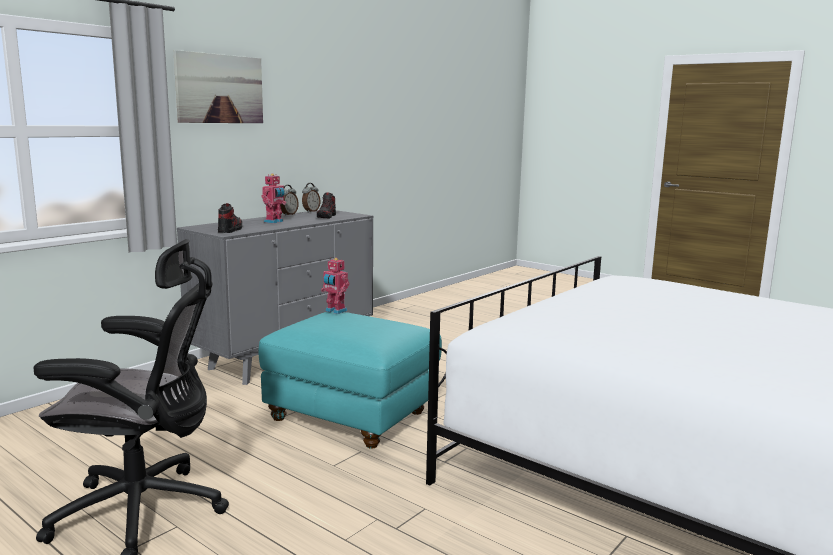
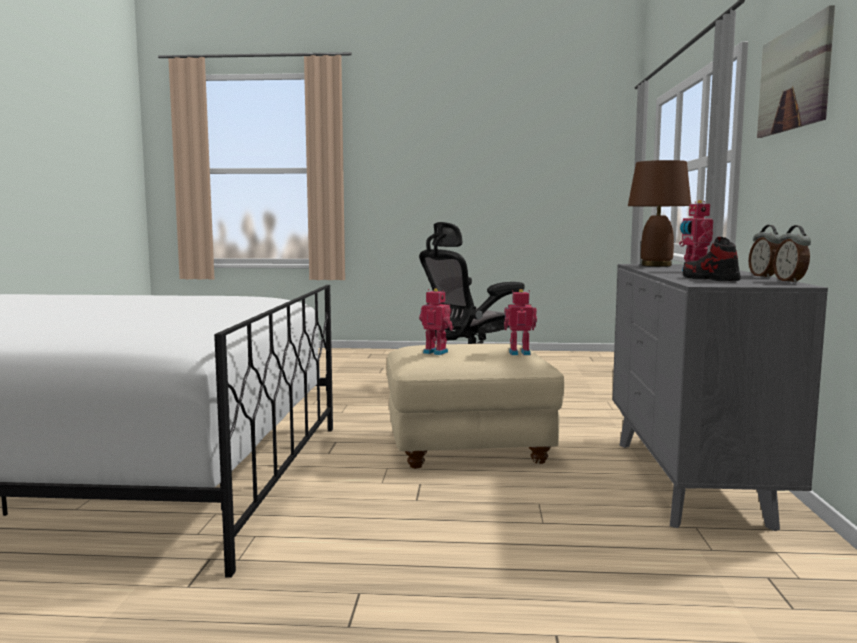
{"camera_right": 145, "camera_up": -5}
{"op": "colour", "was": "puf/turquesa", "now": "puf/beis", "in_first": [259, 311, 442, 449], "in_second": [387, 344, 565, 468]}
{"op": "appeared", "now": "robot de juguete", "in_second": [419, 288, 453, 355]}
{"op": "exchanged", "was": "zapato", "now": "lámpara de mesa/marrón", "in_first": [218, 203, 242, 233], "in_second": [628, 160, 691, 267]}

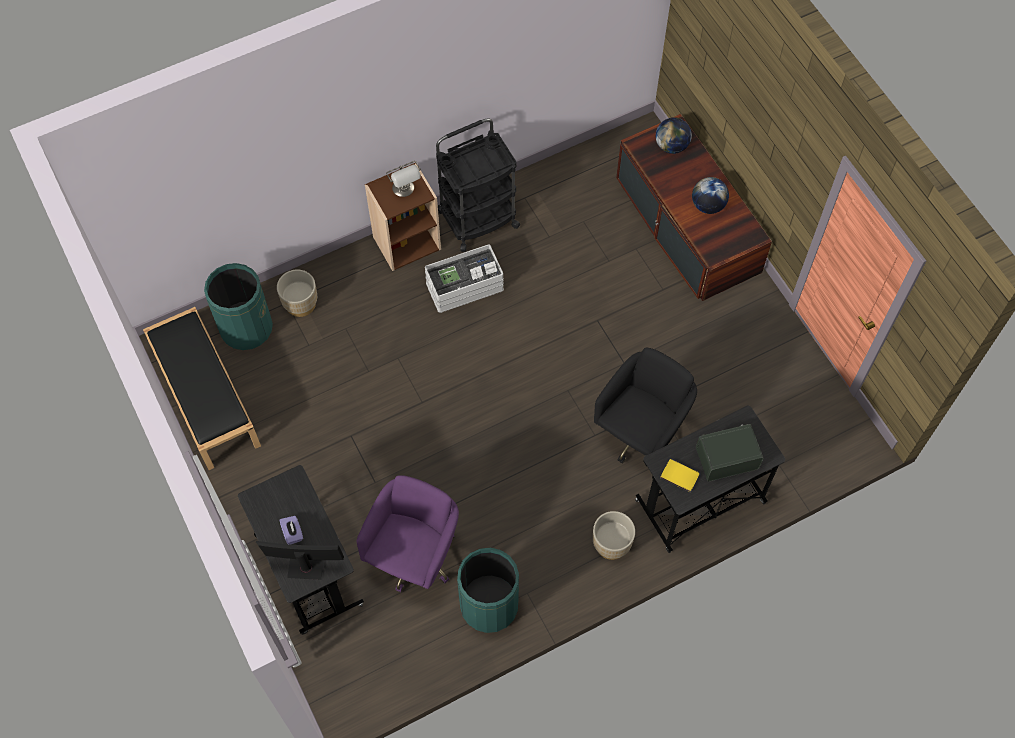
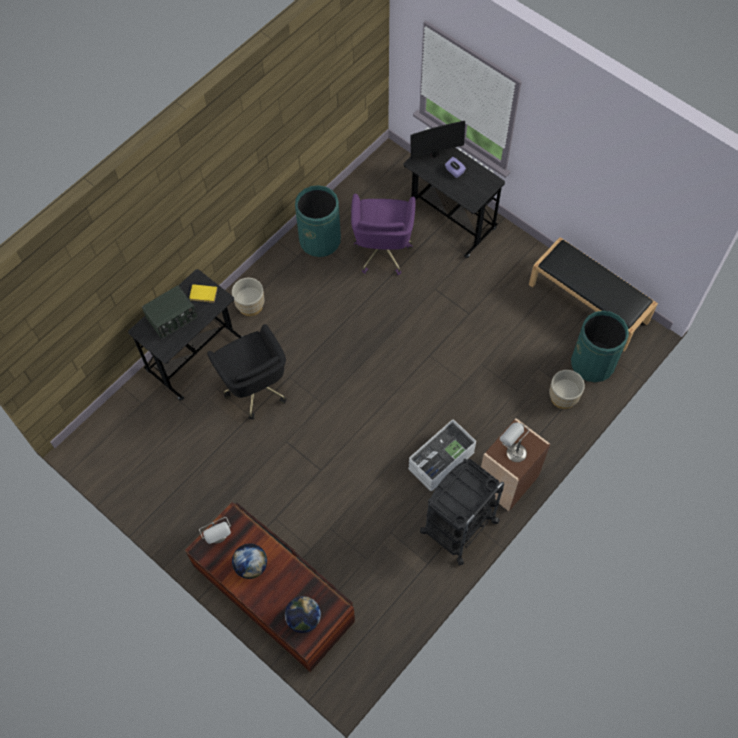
{"camera_right": 160, "camera_up": 0}
{"op": "appeared", "now": "lámpara de mesa/blanco", "in_second": [199, 517, 231, 544]}
{"op": "spun", "was": "silla de oficina/negro", "in_first": [594, 348, 697, 463], "in_second": [207, 324, 287, 419], "clockwise": -45}

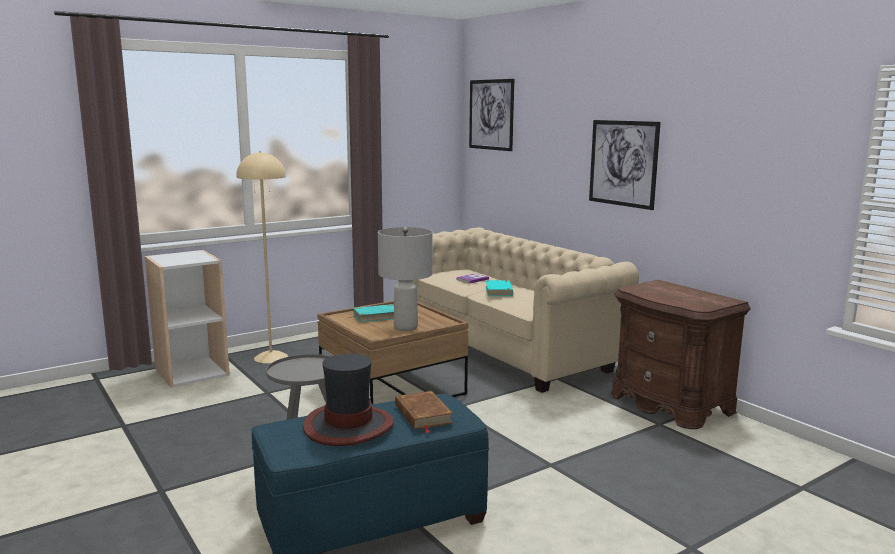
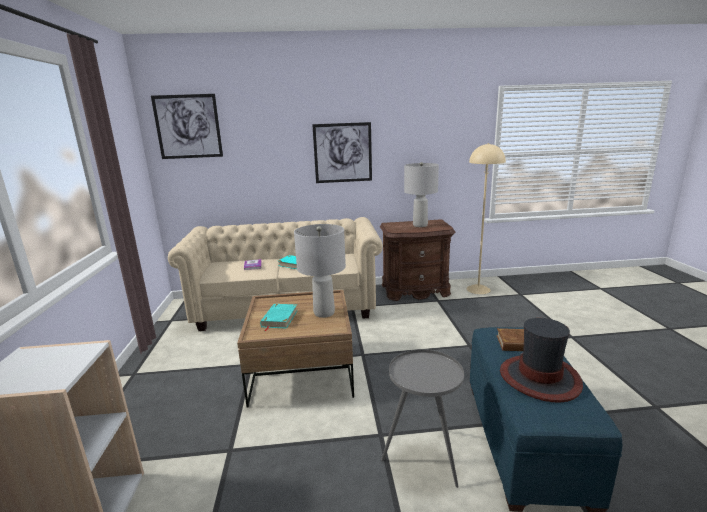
{"camera_right": -60, "camera_up": 5}
{"op": "appeared", "now": "lámpara de mesa/gris", "in_second": [404, 162, 439, 227]}
{"op": "relocated", "was": "lámpara de pie/beis", "in_first": [236, 151, 288, 363], "in_second": [466, 143, 506, 294]}

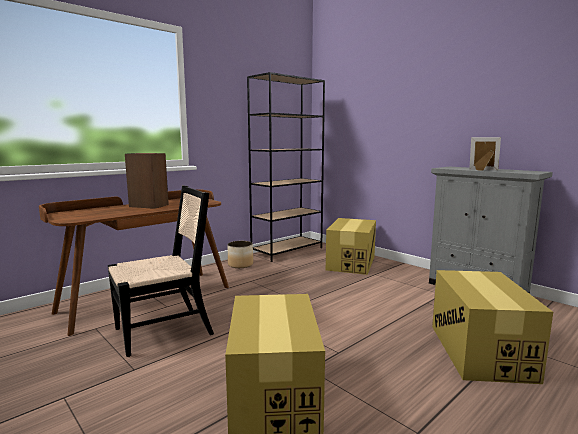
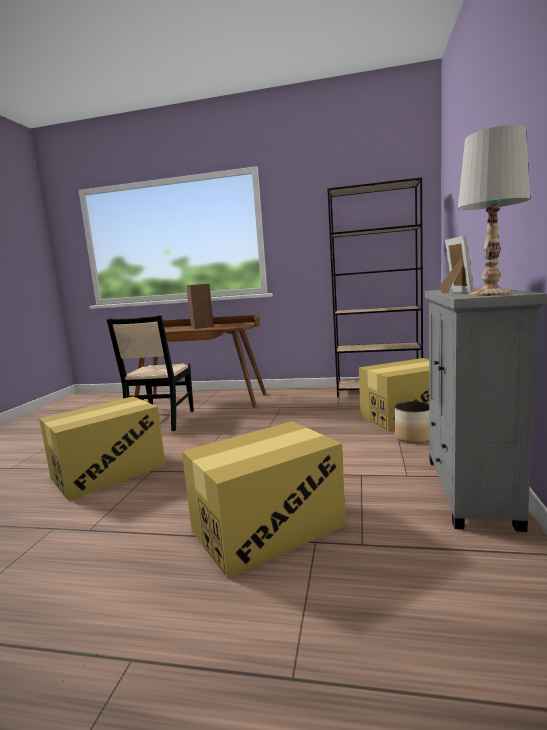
{"camera_right": 55, "camera_up": 0}
{"op": "spun", "was": "silla", "in_first": [108, 185, 214, 357], "in_second": [107, 315, 194, 431], "clockwise": 75}
{"op": "relocated", "was": "maceta", "in_first": [227, 241, 253, 268], "in_second": [394, 401, 429, 443]}
{"op": "appeared", "now": "lámpara de mesa/blanco", "in_second": [458, 124, 530, 296]}

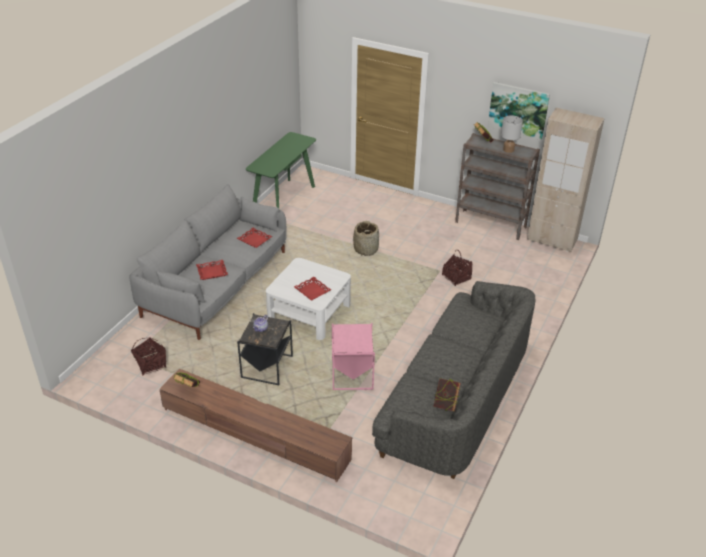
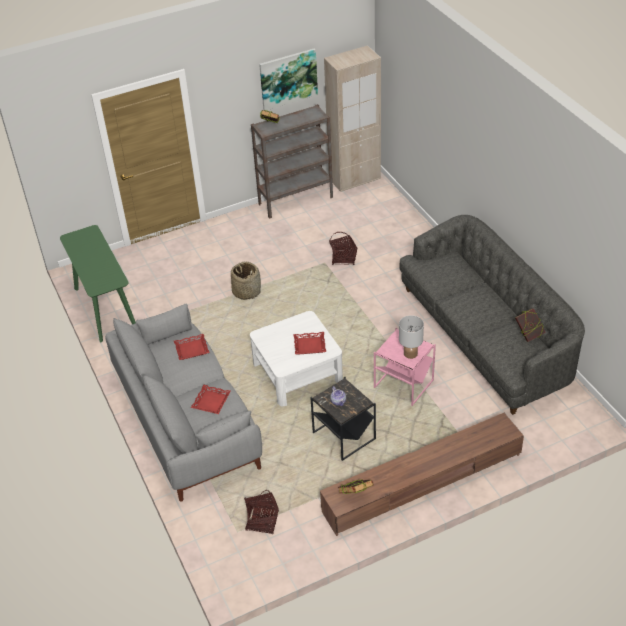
{"camera_right": -50, "camera_up": 5}
{"op": "relocated", "was": "lámpara de mesa/gris", "in_first": [501, 115, 523, 153], "in_second": [399, 315, 424, 359]}

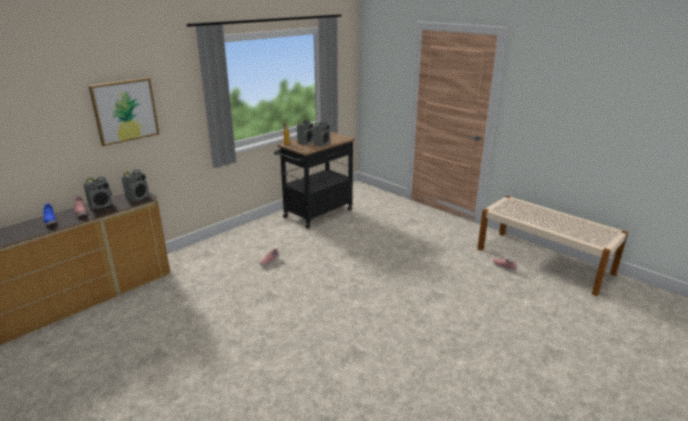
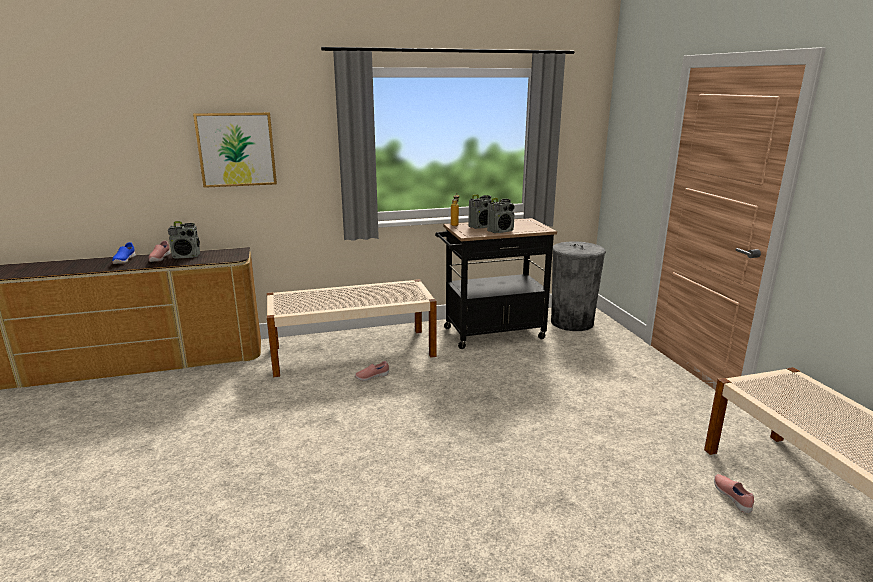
{"camera_right": 30, "camera_up": -5}
{"op": "appeared", "now": "banco/beis", "in_second": [267, 279, 437, 377]}
{"op": "appeared", "now": "papelera/gris", "in_second": [551, 241, 606, 331]}
{"op": "missing", "was": "radio", "in_first": [121, 170, 149, 202]}

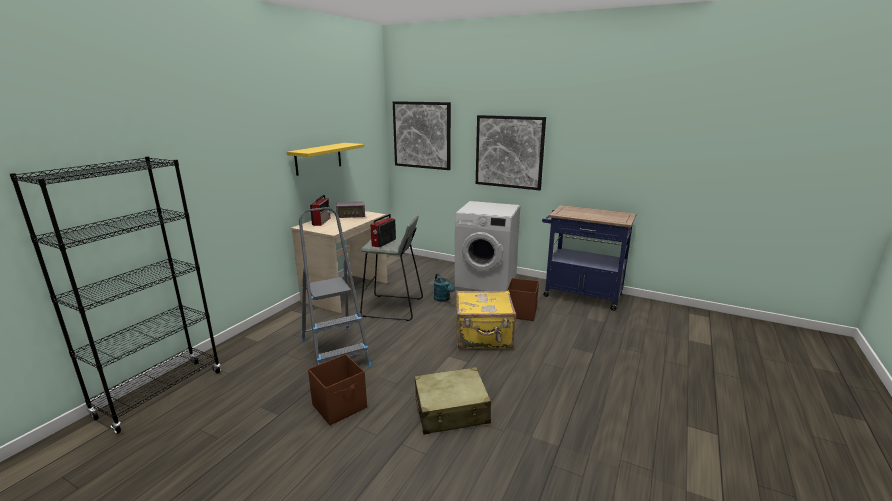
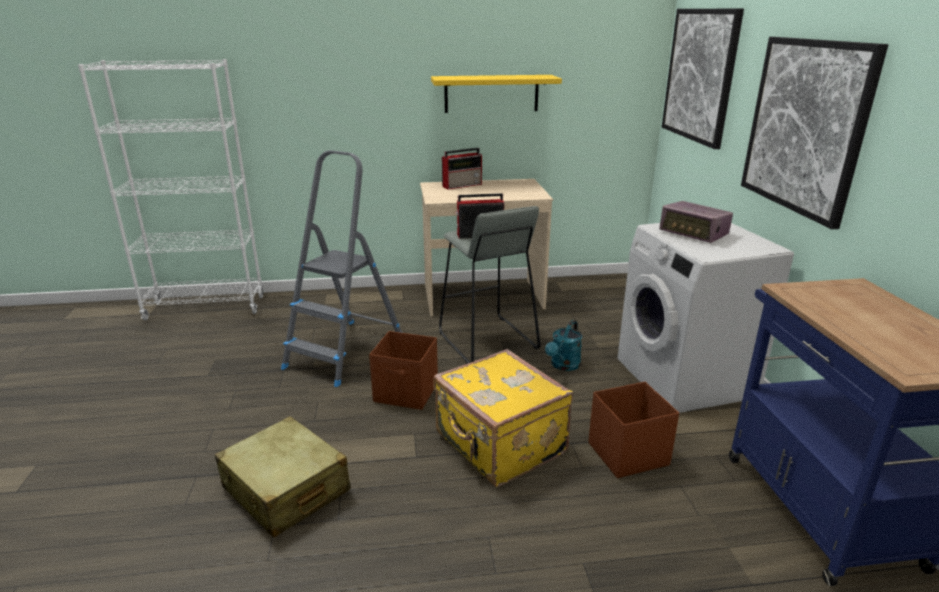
{"camera_right": 55, "camera_up": 5}
{"op": "colour", "was": "estantería/negro", "now": "estantería/blanco", "in_first": [10, 156, 221, 433], "in_second": [78, 59, 264, 320]}
{"op": "relocated", "was": "caja de almacenaje/marrón", "in_first": [308, 354, 367, 425], "in_second": [369, 331, 438, 410]}
{"op": "relocated", "was": "radio", "in_first": [336, 202, 365, 218], "in_second": [659, 201, 733, 243]}

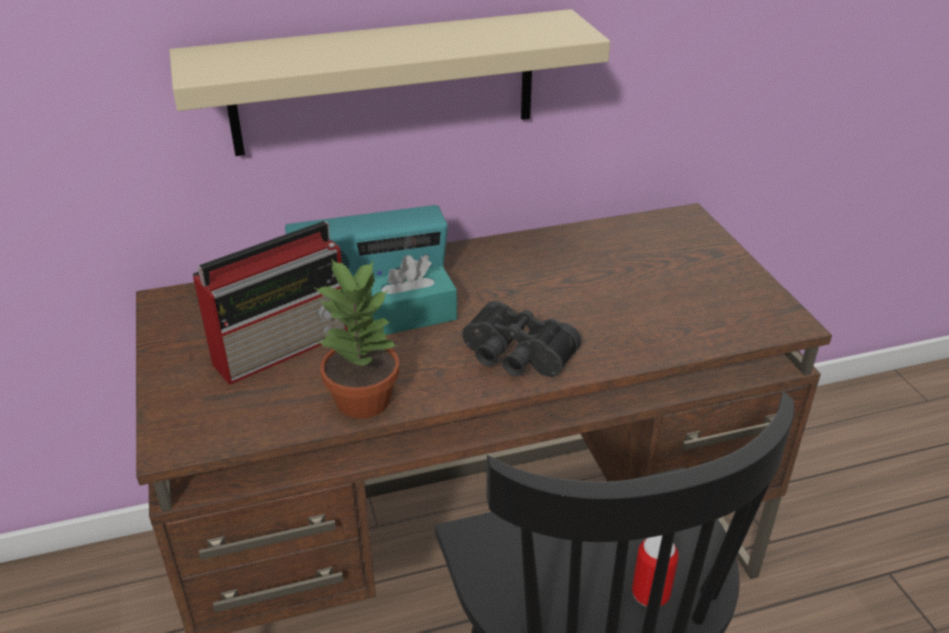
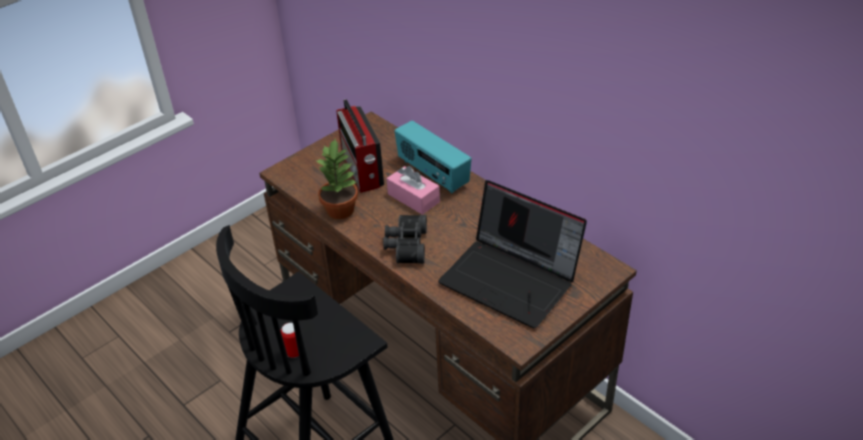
{"camera_right": 65, "camera_up": 5}
{"op": "spun", "was": "radio", "in_first": [193, 221, 348, 385], "in_second": [336, 99, 384, 193], "clockwise": 45}
{"op": "colour", "was": "caja de pañuelos/turquesa", "now": "caja de pañuelos/rosa", "in_first": [369, 255, 457, 335], "in_second": [387, 166, 440, 215]}
{"op": "appeared", "now": "portátil", "in_second": [438, 180, 587, 328]}
{"op": "missing", "was": "estante/beis", "in_first": [169, 9, 610, 156]}

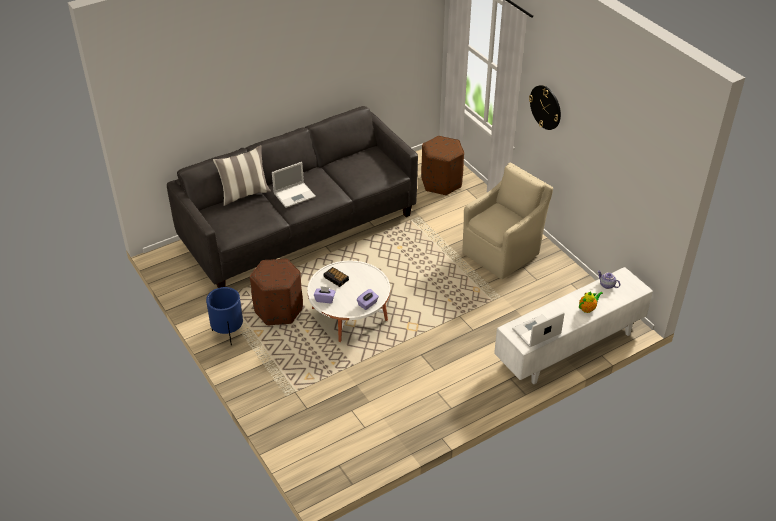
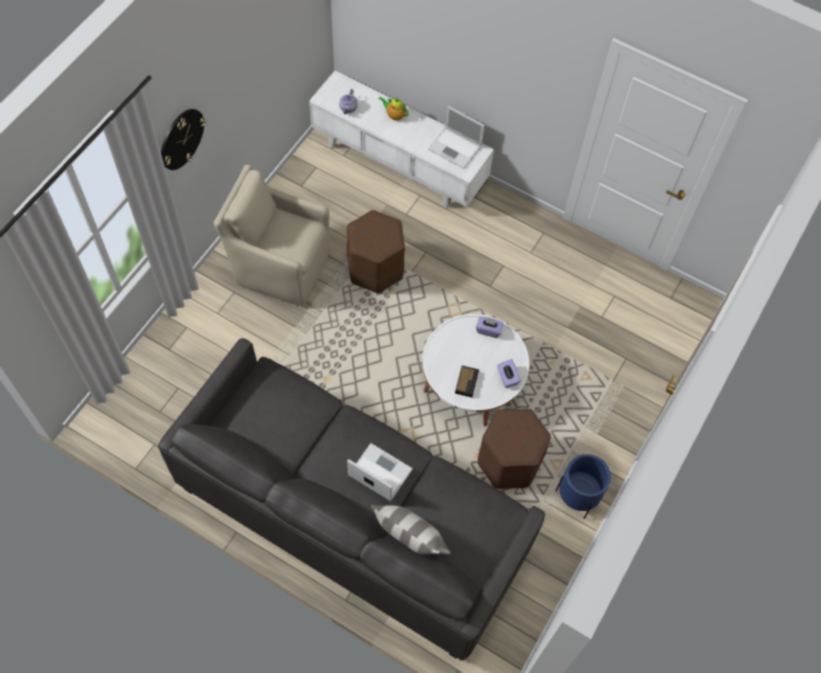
{"camera_right": -120, "camera_up": 20}
{"op": "relocated", "was": "puf/marrón", "in_first": [421, 136, 464, 195], "in_second": [347, 210, 405, 293]}

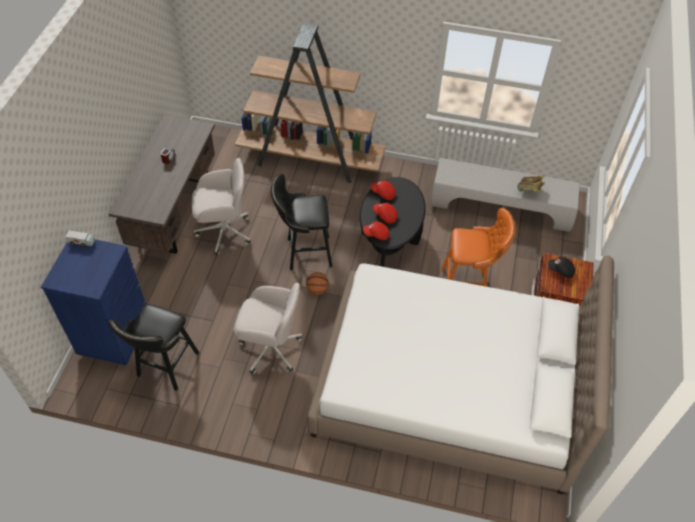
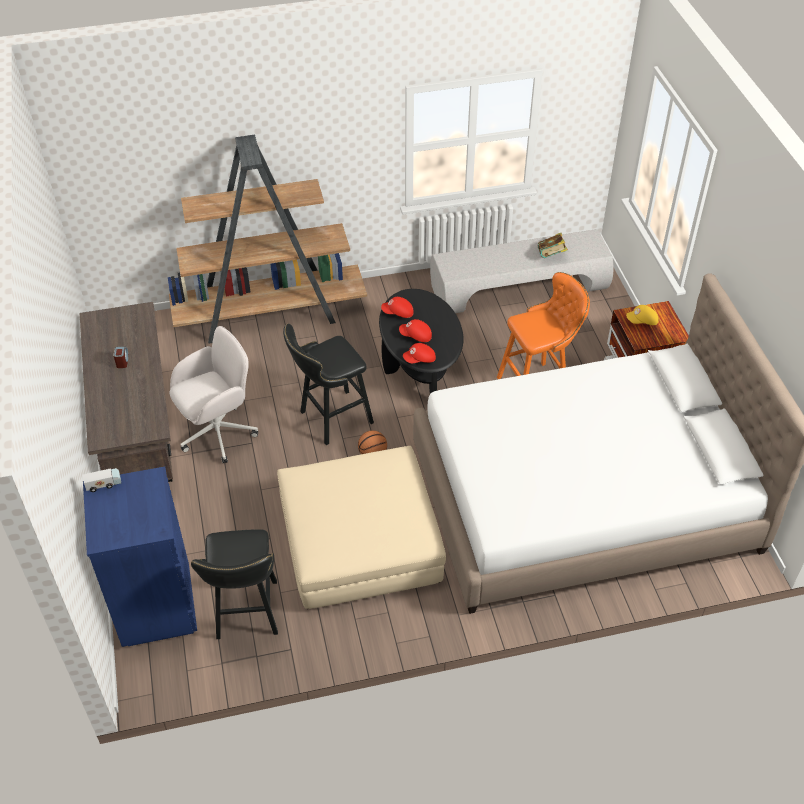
{"camera_right": -25, "camera_up": -5}
{"op": "exchanged", "was": "silla de oficina/blanco", "now": "puf/beis", "in_first": [234, 282, 302, 374], "in_second": [277, 446, 446, 609]}
{"op": "colour", "was": "gorra/negro", "now": "gorra/amarillo", "in_first": [548, 257, 575, 278], "in_second": [626, 305, 659, 325]}

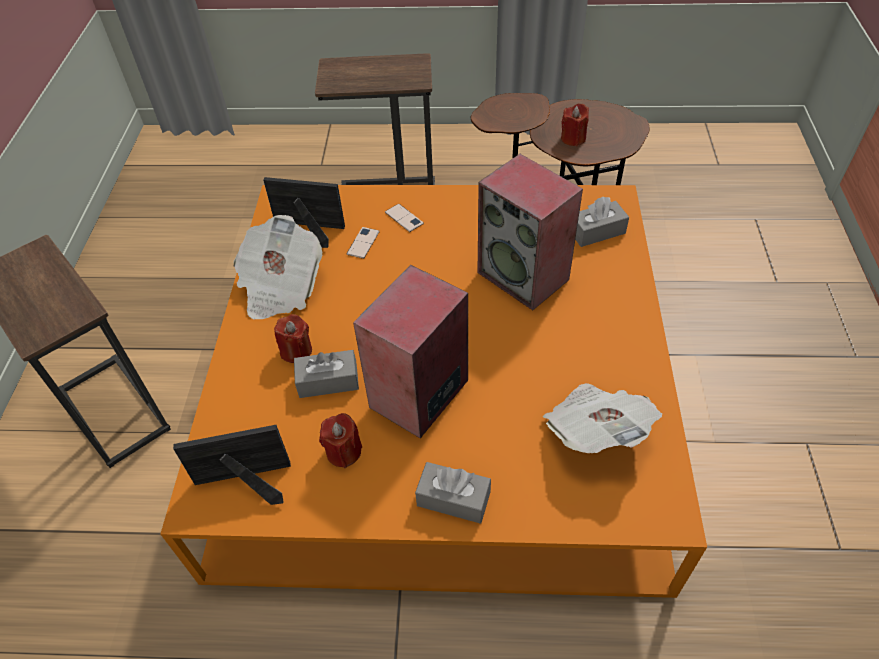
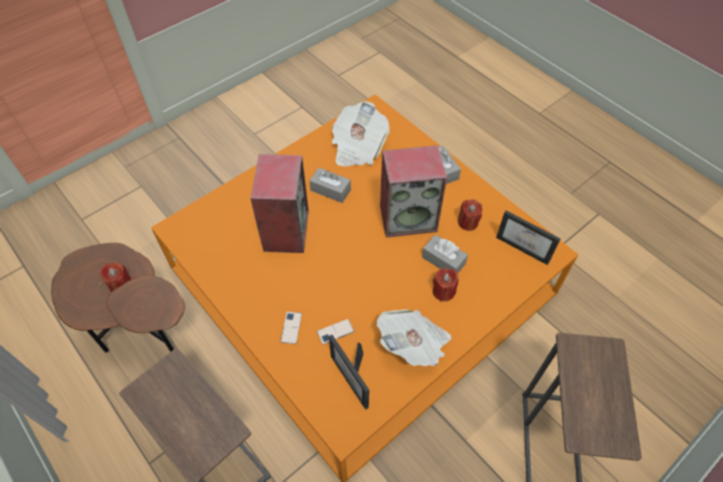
{"camera_right": -135, "camera_up": 5}
{"op": "relocated", "was": "caja de pañuelos/gris", "in_first": [575, 196, 629, 247], "in_second": [309, 168, 351, 203]}

